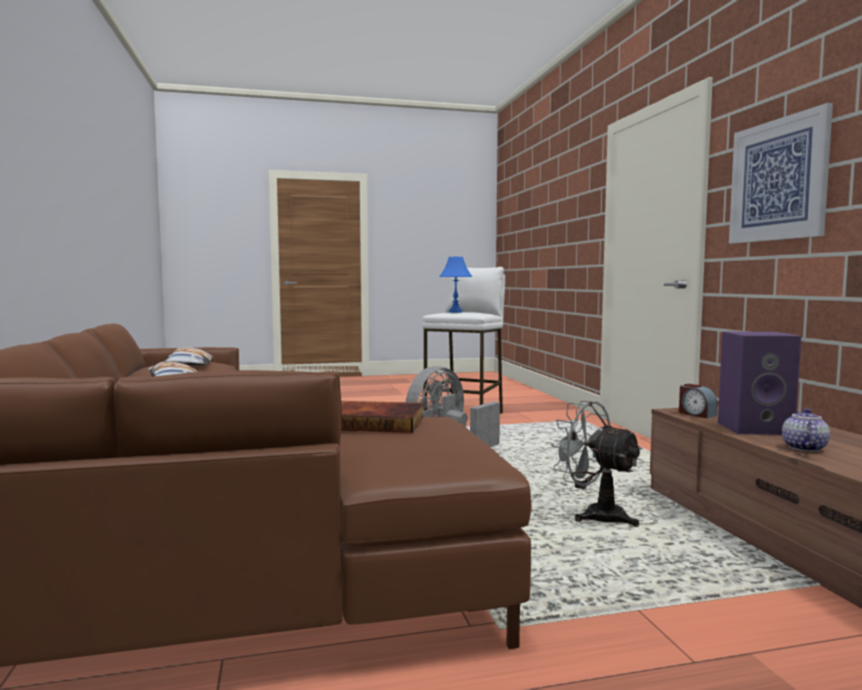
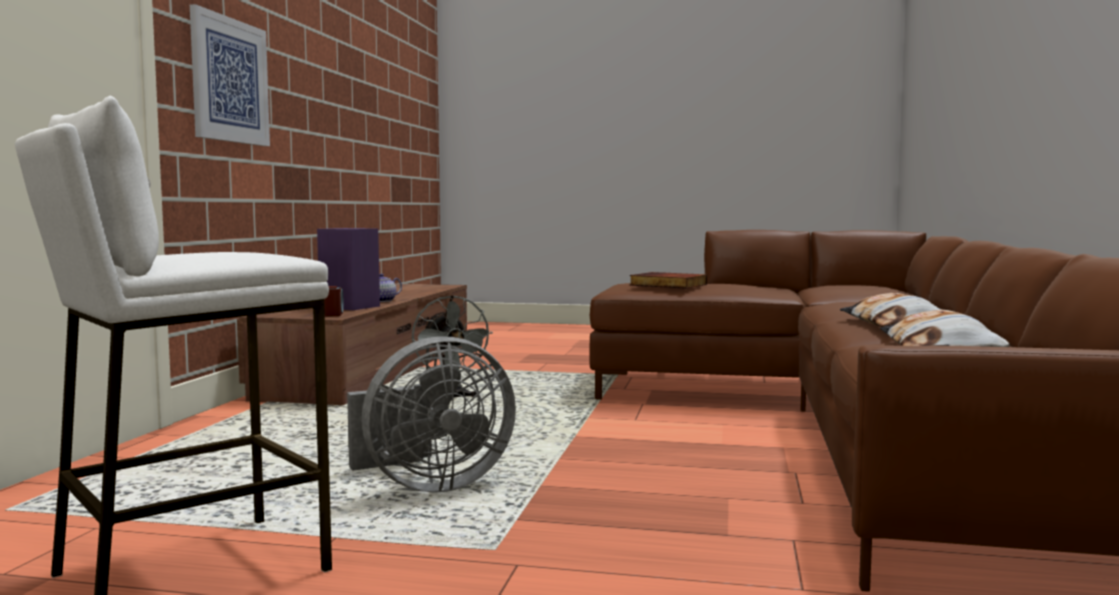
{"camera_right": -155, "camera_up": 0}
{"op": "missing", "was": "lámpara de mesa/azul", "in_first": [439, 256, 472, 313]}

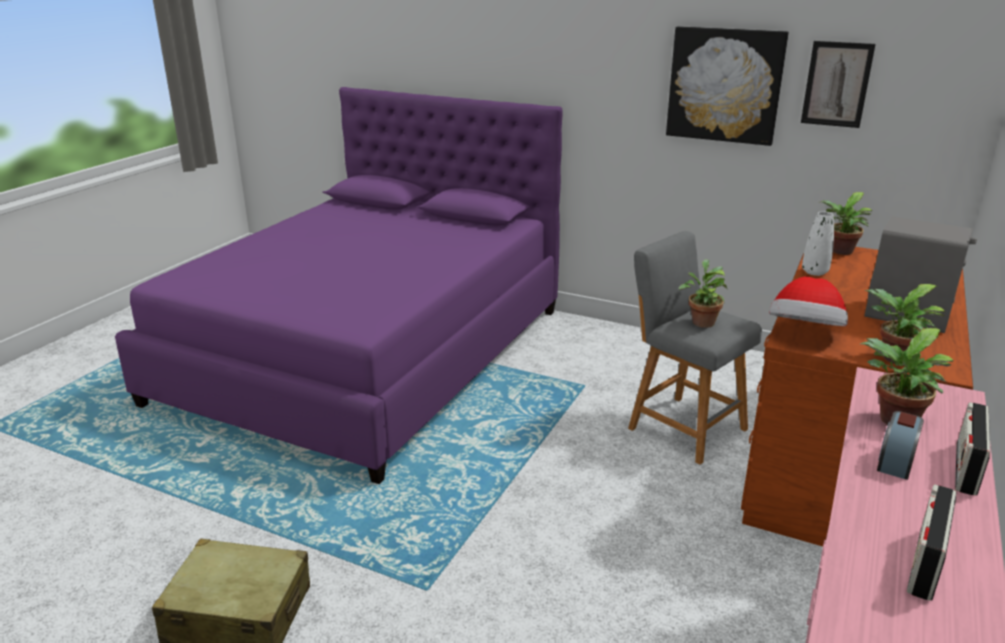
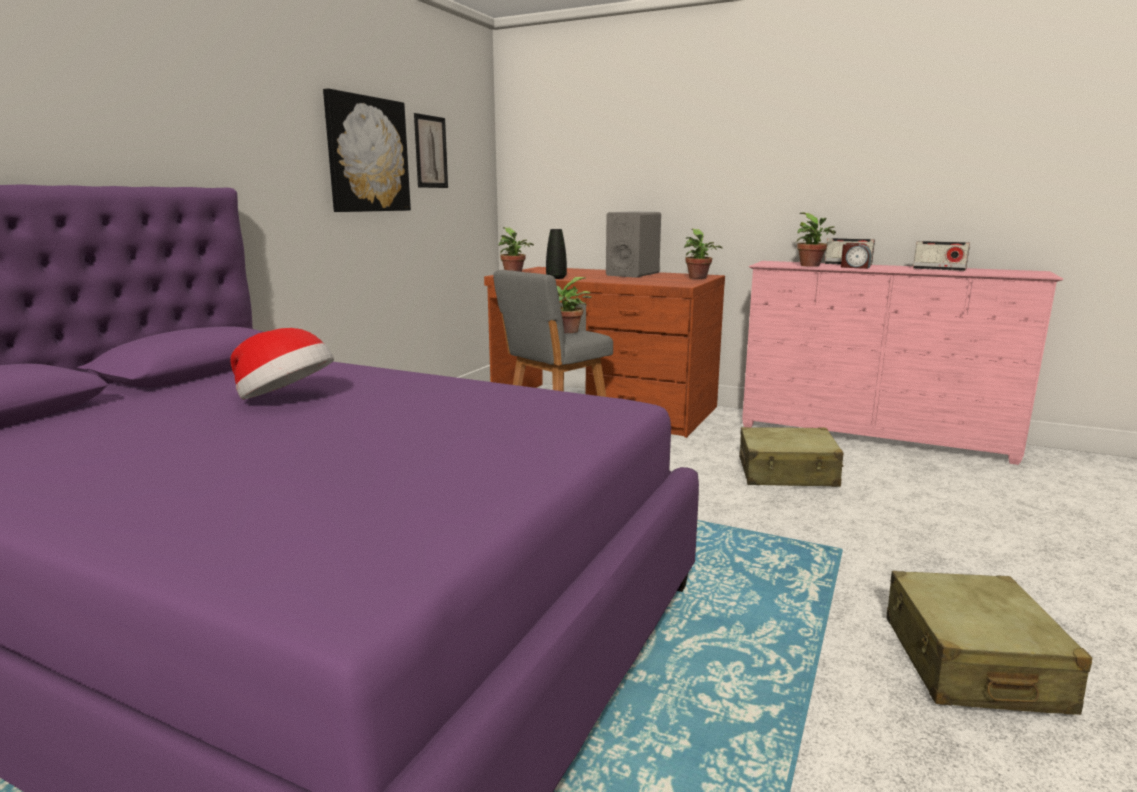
{"camera_right": -90, "camera_up": -10}
{"op": "relocated", "was": "sombrero", "in_first": [769, 277, 848, 326], "in_second": [230, 328, 334, 400]}
{"op": "colour", "was": "florero/blanco", "now": "florero/negro", "in_first": [802, 212, 834, 276], "in_second": [546, 229, 567, 279]}
{"op": "appeared", "now": "maleta/beis", "in_second": [739, 427, 844, 487]}

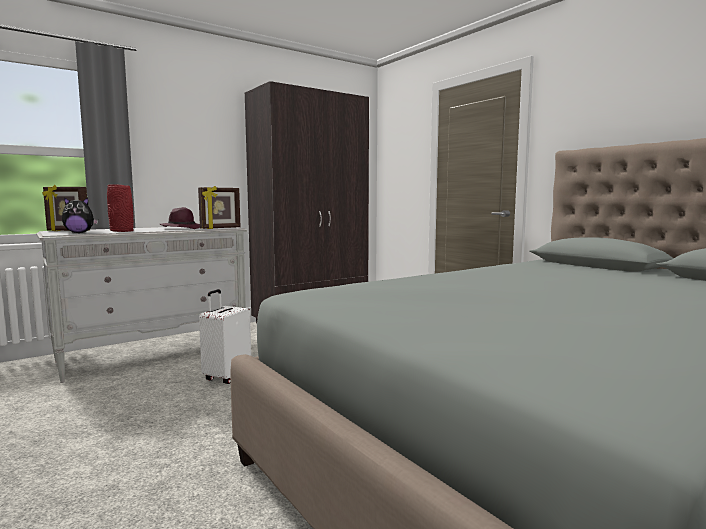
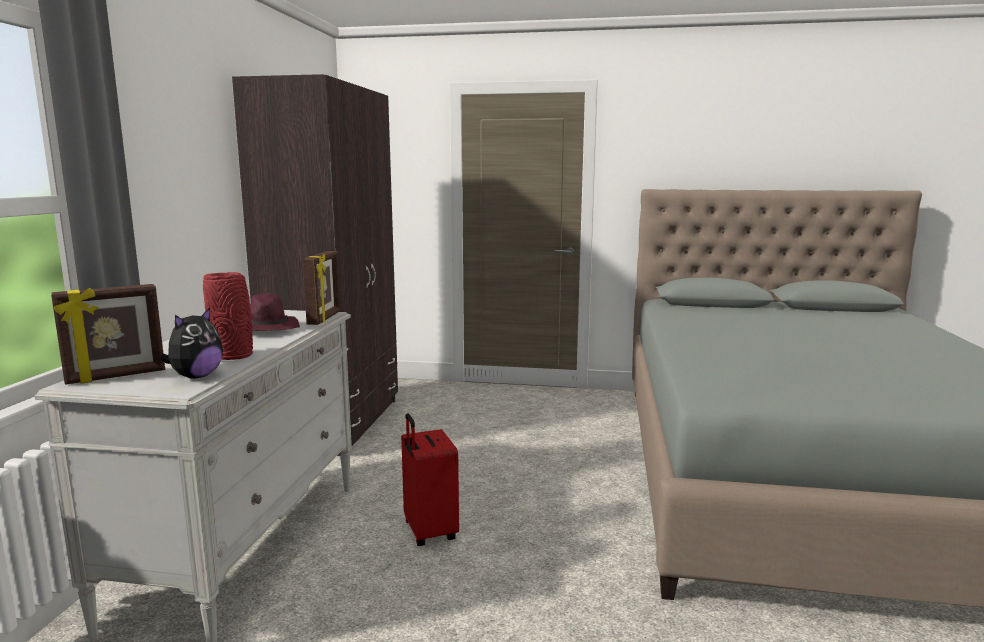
{"camera_right": -45, "camera_up": 5}
{"op": "colour", "was": "maleta/blanco", "now": "maleta/rojo", "in_first": [199, 289, 251, 384], "in_second": [401, 414, 459, 546]}

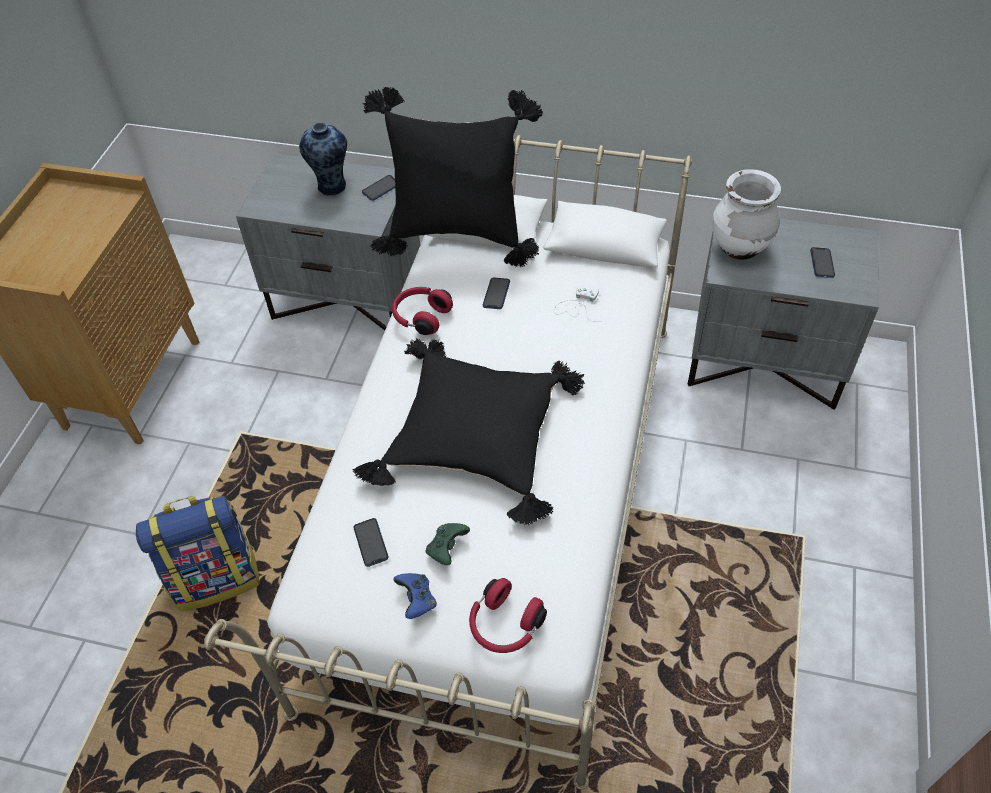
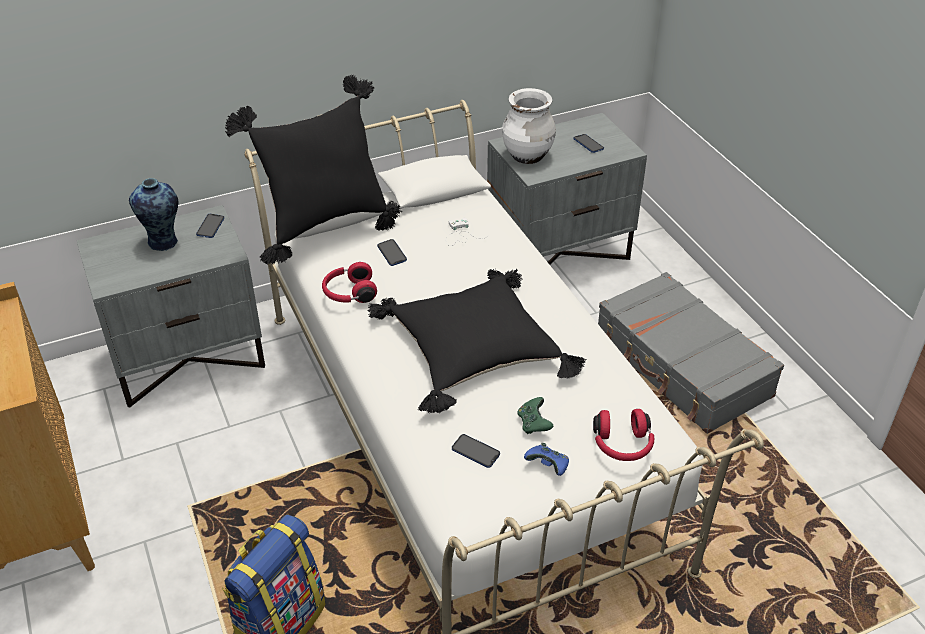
{"camera_right": -40, "camera_up": -10}
{"op": "appeared", "now": "maleta/gris", "in_second": [598, 272, 784, 434]}

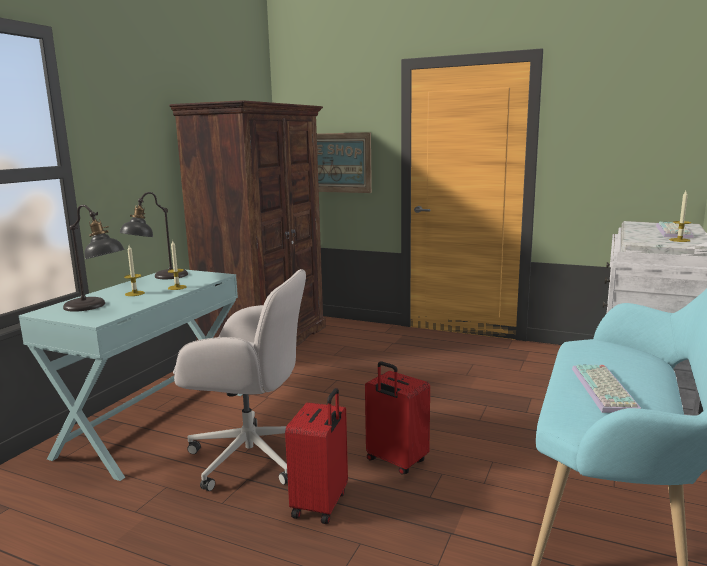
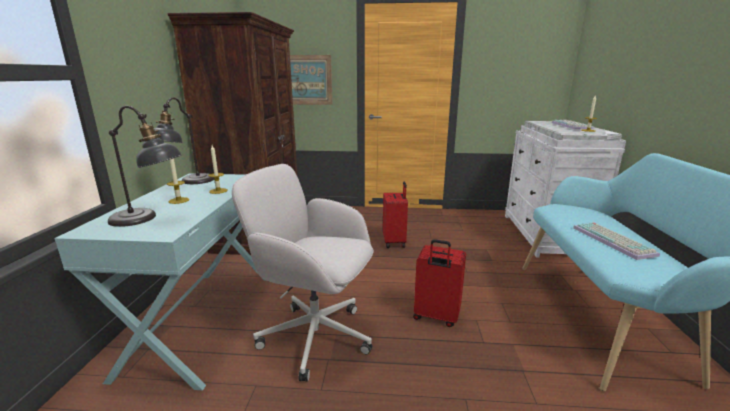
{"camera_right": -20, "camera_up": 5}
{"op": "spun", "was": "silla de oficina/blanco", "in_first": [173, 269, 306, 491], "in_second": [232, 164, 374, 382], "clockwise": -150}
{"op": "relocated", "was": "maleta/rojo", "in_first": [285, 388, 348, 524], "in_second": [383, 182, 408, 248]}

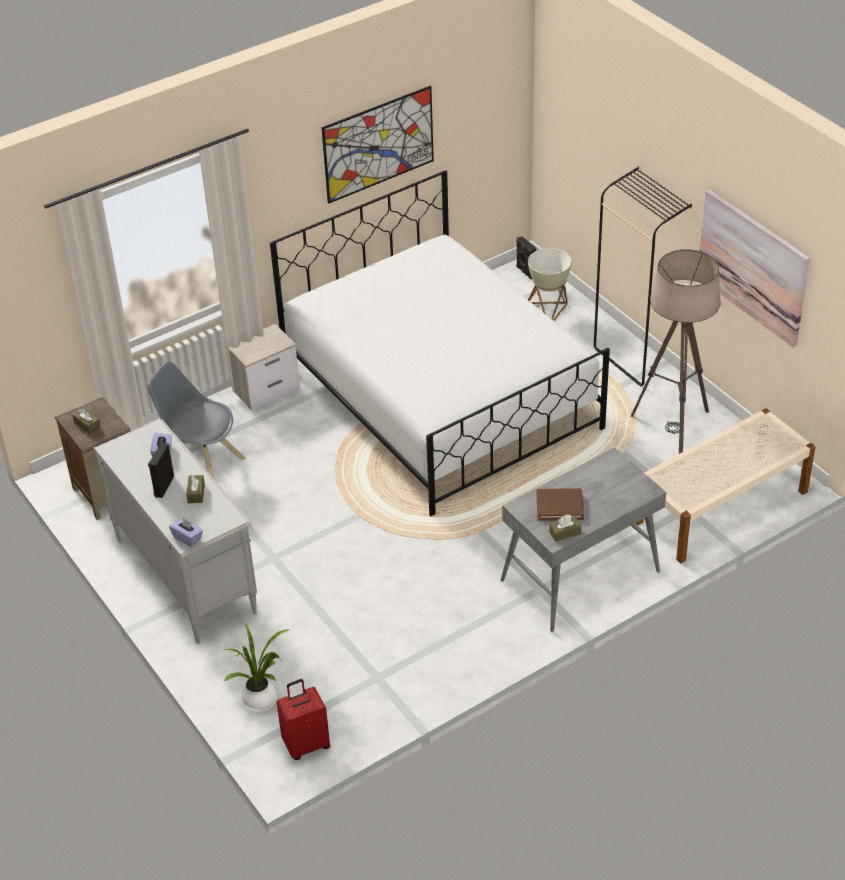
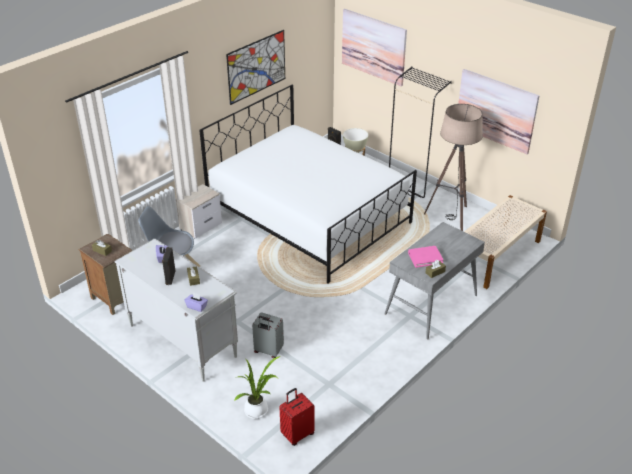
{"camera_right": -15, "camera_up": -5}
{"op": "appeared", "now": "maleta/gris", "in_second": [252, 312, 284, 358]}
{"op": "appeared", "now": "cuadro", "in_second": [342, 9, 407, 86]}
{"op": "colour", "was": "libro/marrón", "now": "libro/rosa", "in_first": [536, 488, 584, 521], "in_second": [408, 246, 444, 268]}

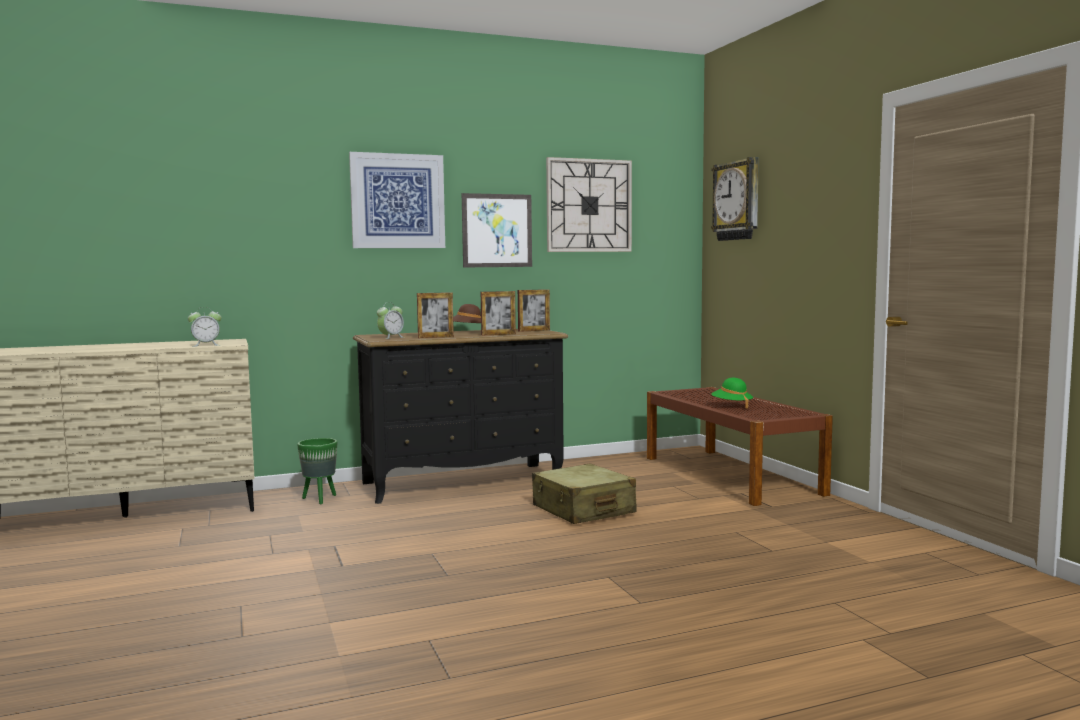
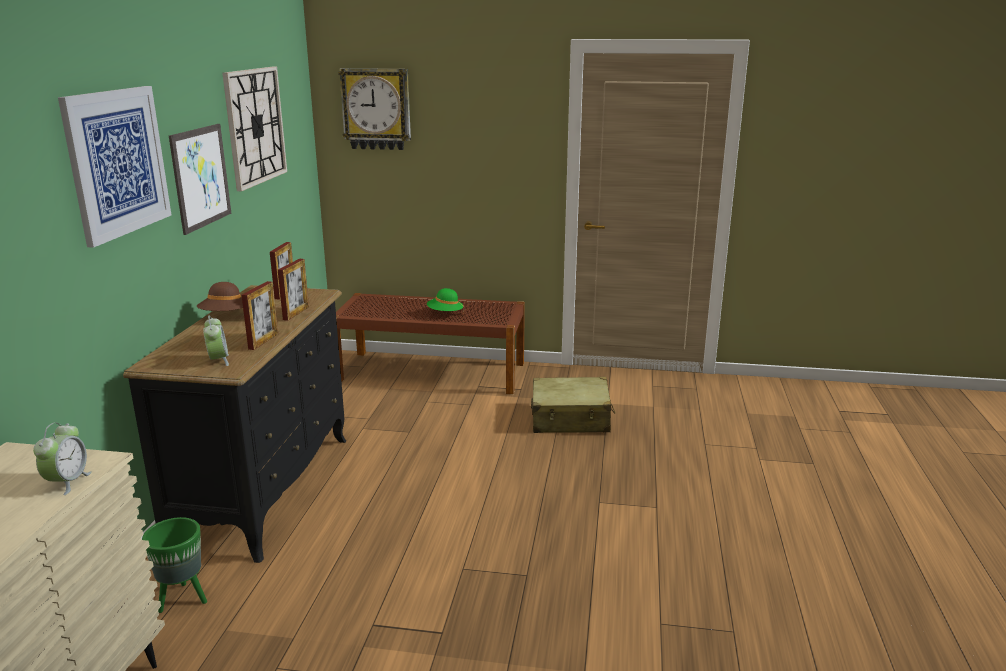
{"camera_right": -60, "camera_up": 15}
{"op": "relocated", "was": "maleta/beis", "in_first": [532, 463, 637, 524], "in_second": [531, 377, 616, 433]}

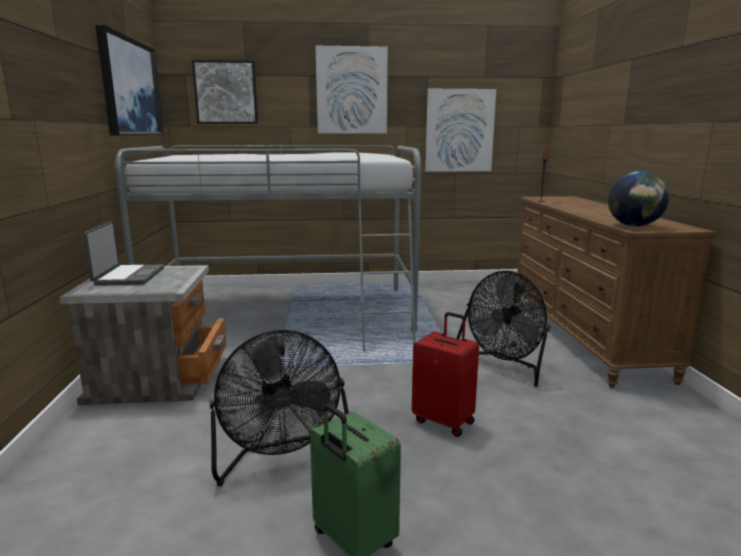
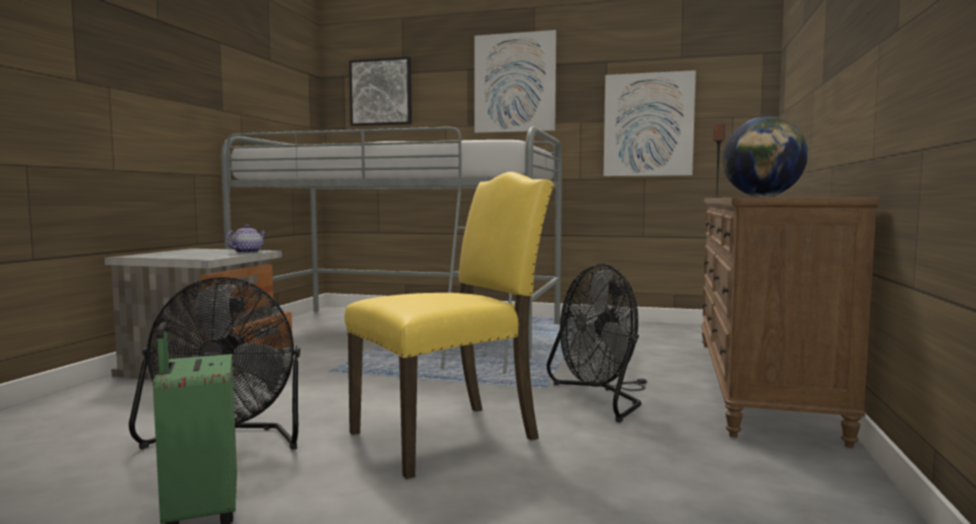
{"camera_right": 20, "camera_up": -10}
{"op": "appeared", "now": "tetera", "in_second": [226, 225, 266, 253]}
{"op": "exchanged", "was": "maleta/rojo", "now": "silla/amarillo", "in_first": [412, 312, 479, 437], "in_second": [345, 172, 554, 479]}
{"op": "missing", "was": "portátil", "in_first": [84, 221, 165, 286]}
{"op": "missing", "was": "cuadro", "in_first": [95, 25, 164, 135]}

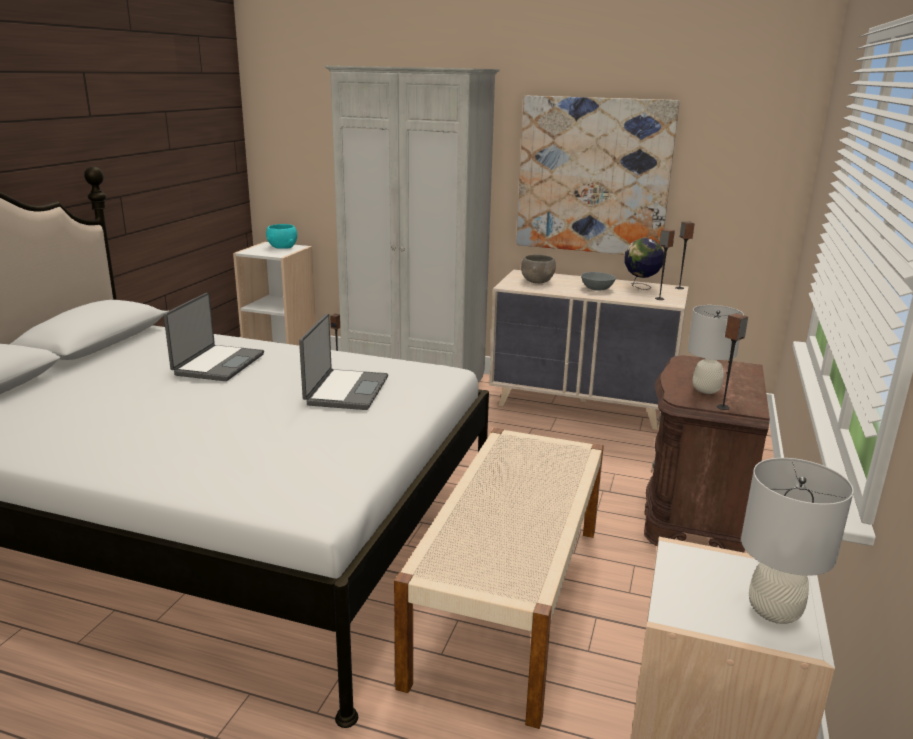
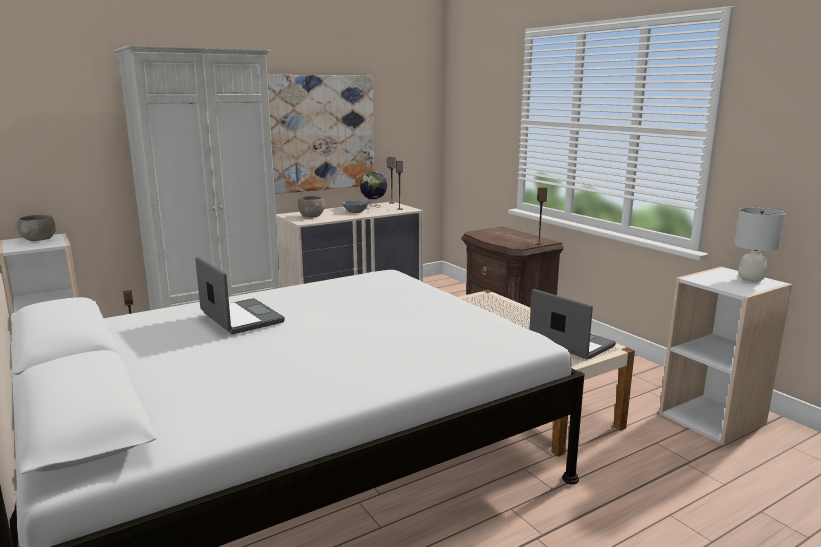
{"camera_right": -50, "camera_up": -5}
{"op": "colour", "was": "cuenco/turquesa", "now": "cuenco/gris", "in_first": [266, 224, 297, 249], "in_second": [15, 215, 56, 241]}
{"op": "relocated", "was": "portátil", "in_first": [299, 314, 388, 410], "in_second": [529, 289, 616, 360]}
{"op": "missing", "was": "lámpara de mesa/gris", "in_first": [688, 305, 744, 394]}

